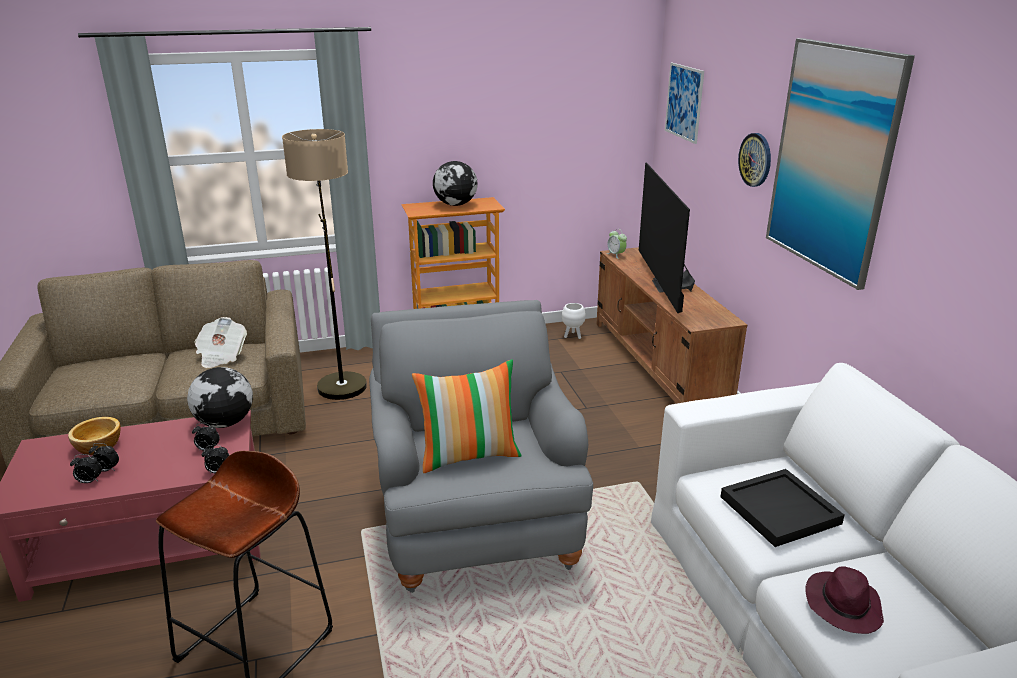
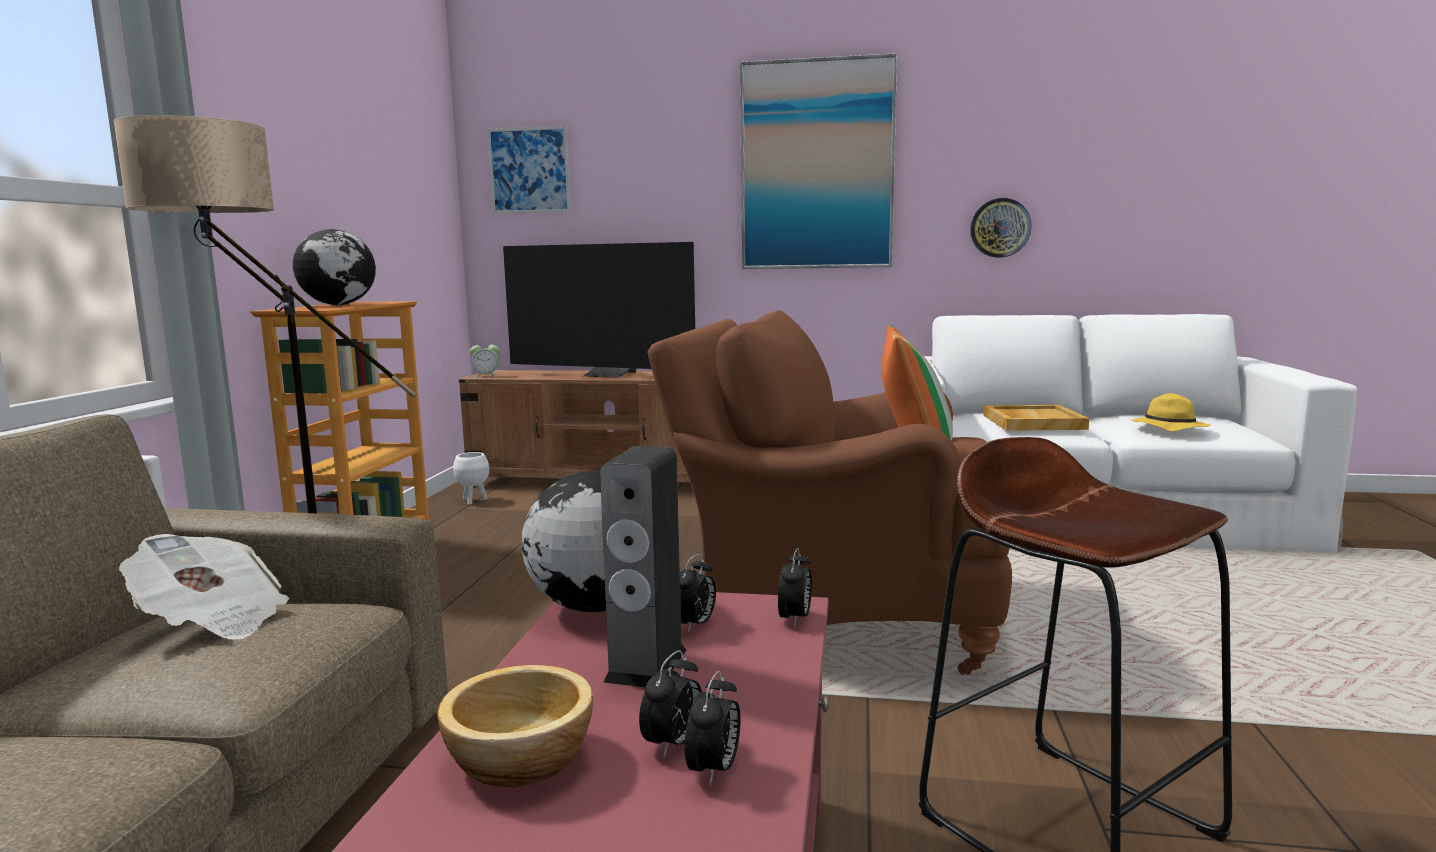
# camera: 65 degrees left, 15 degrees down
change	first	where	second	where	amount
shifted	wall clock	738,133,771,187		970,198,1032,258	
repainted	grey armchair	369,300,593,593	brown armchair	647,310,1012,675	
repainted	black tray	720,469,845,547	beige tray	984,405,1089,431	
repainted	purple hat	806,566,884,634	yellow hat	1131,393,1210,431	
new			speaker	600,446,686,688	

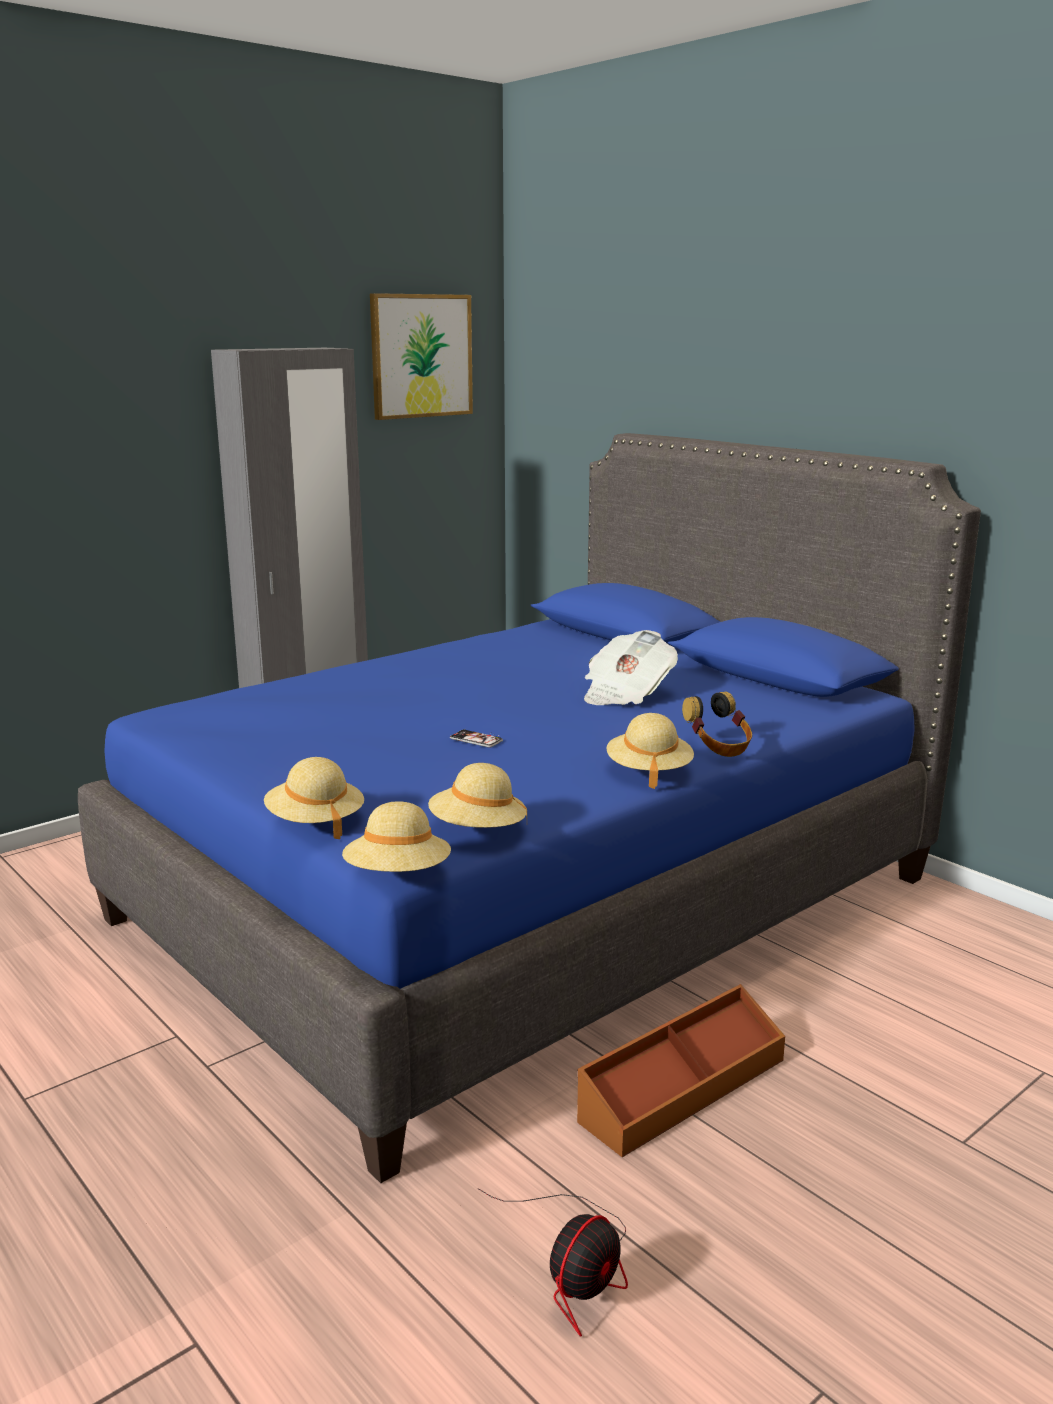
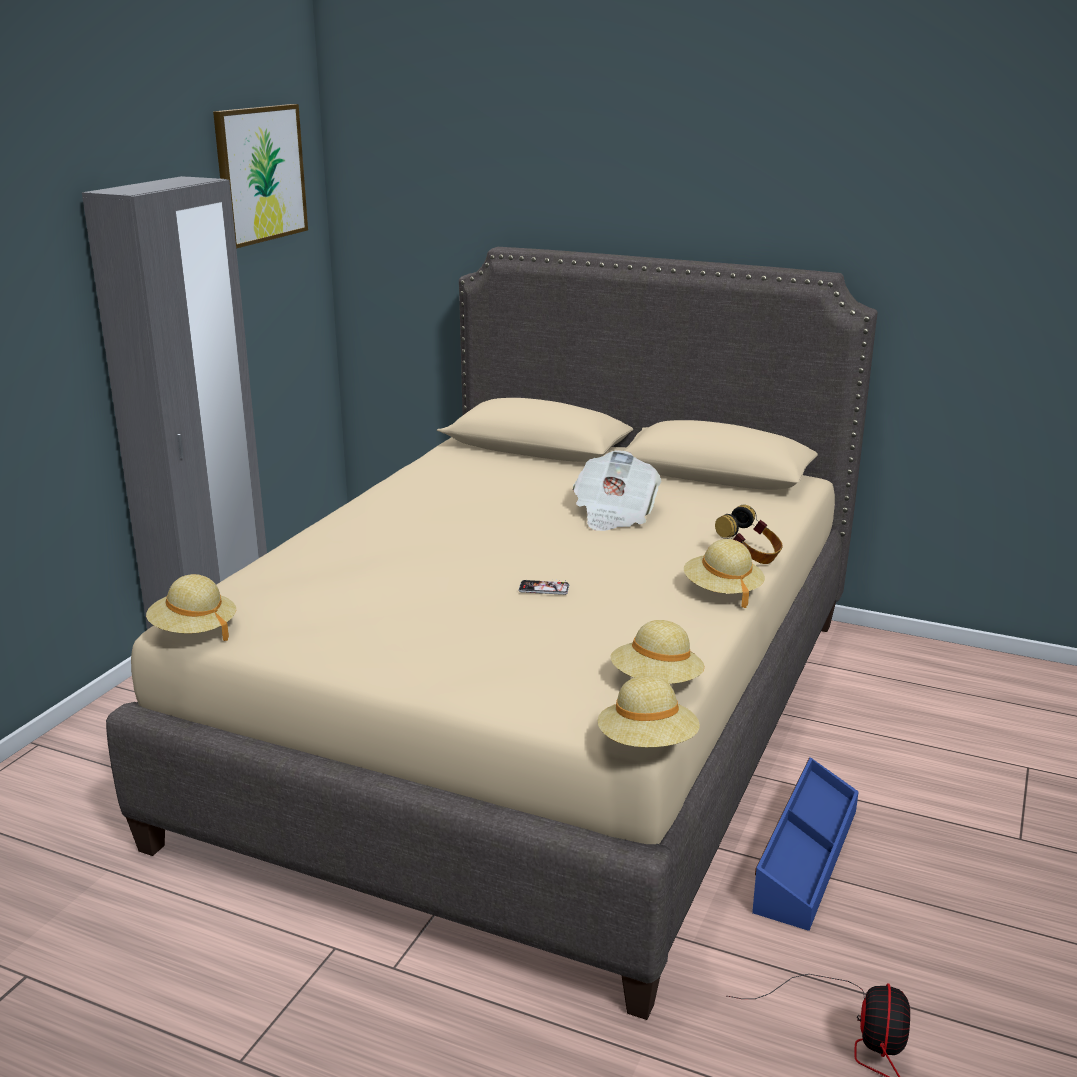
# camera: 25 degrees left, 5 degrees up
change	first	where	second	where	amount
repainted	blue bed	78,433,981,1183	beige bed	106,247,878,1020	
shifted	beige hat	264,757,364,839		146,574,236,641	
repainted	brown storage box	577,984,785,1157	blue storage box	752,757,859,931	

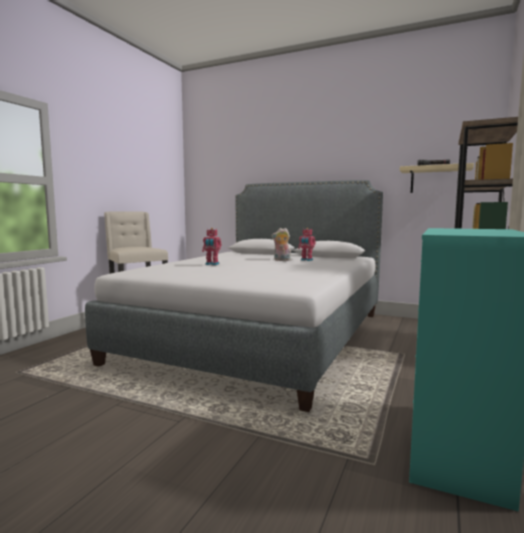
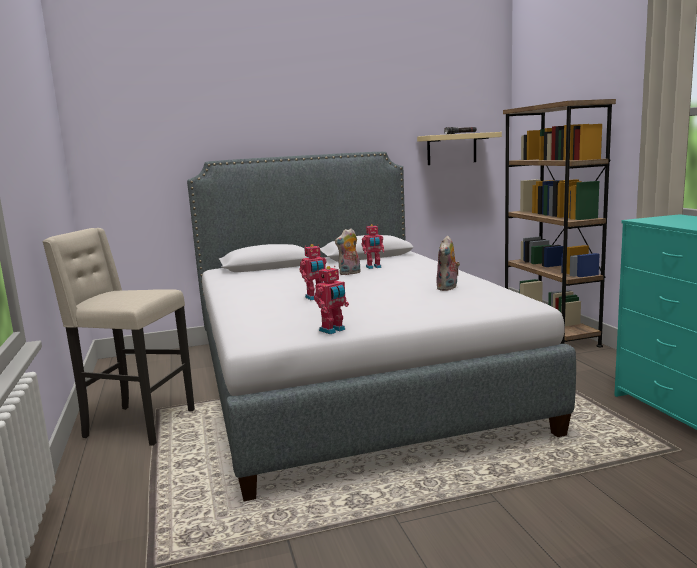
# camera: 40 degrees left, 5 degrees up
change	first	where	second	where	amount
new			plush toy	436,235,460,291	
new			toy robot	314,266,349,334	

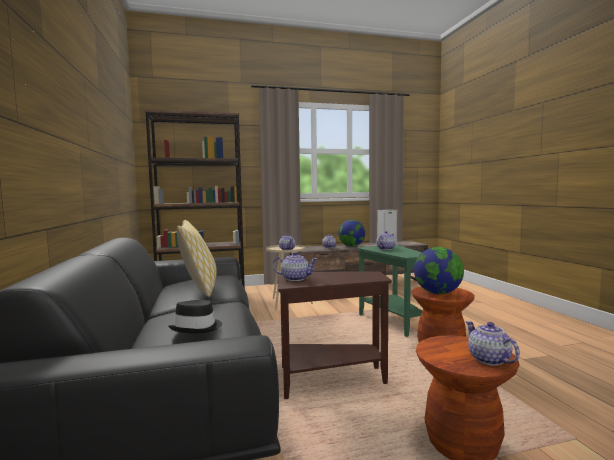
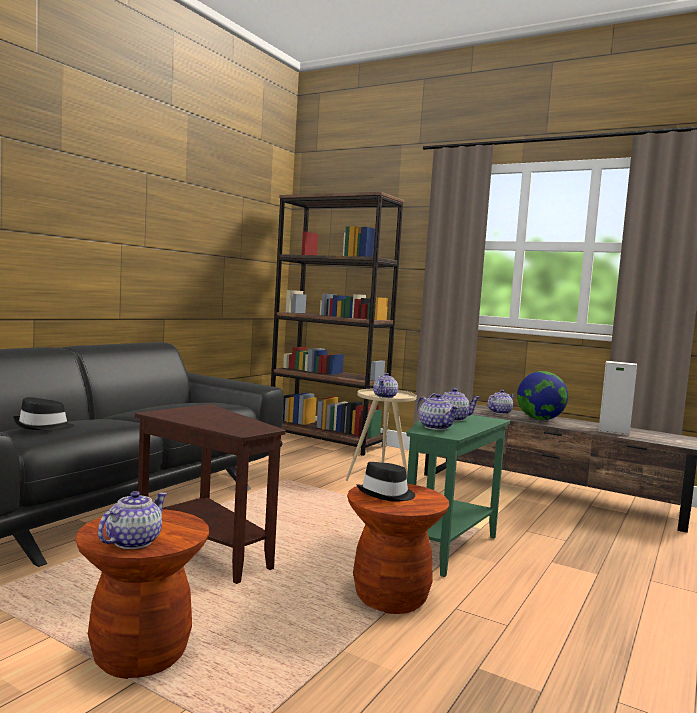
# camera: 45 degrees right, 0 degrees up
change	first	where	second	where	amount
gone	pillow	177,220,217,297			
swapped	globe	414,247,464,294	black hat	356,462,415,502	
shifted	teapot	272,252,318,281		417,394,459,430	

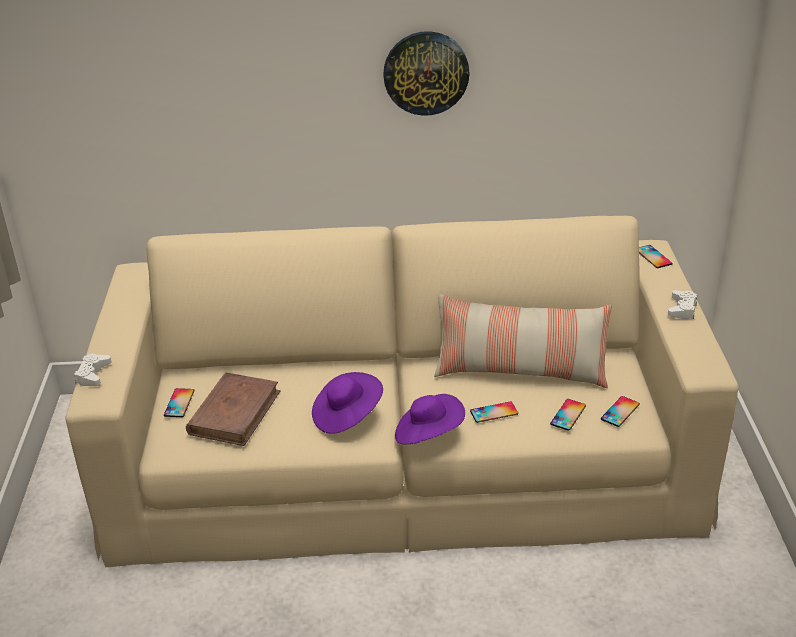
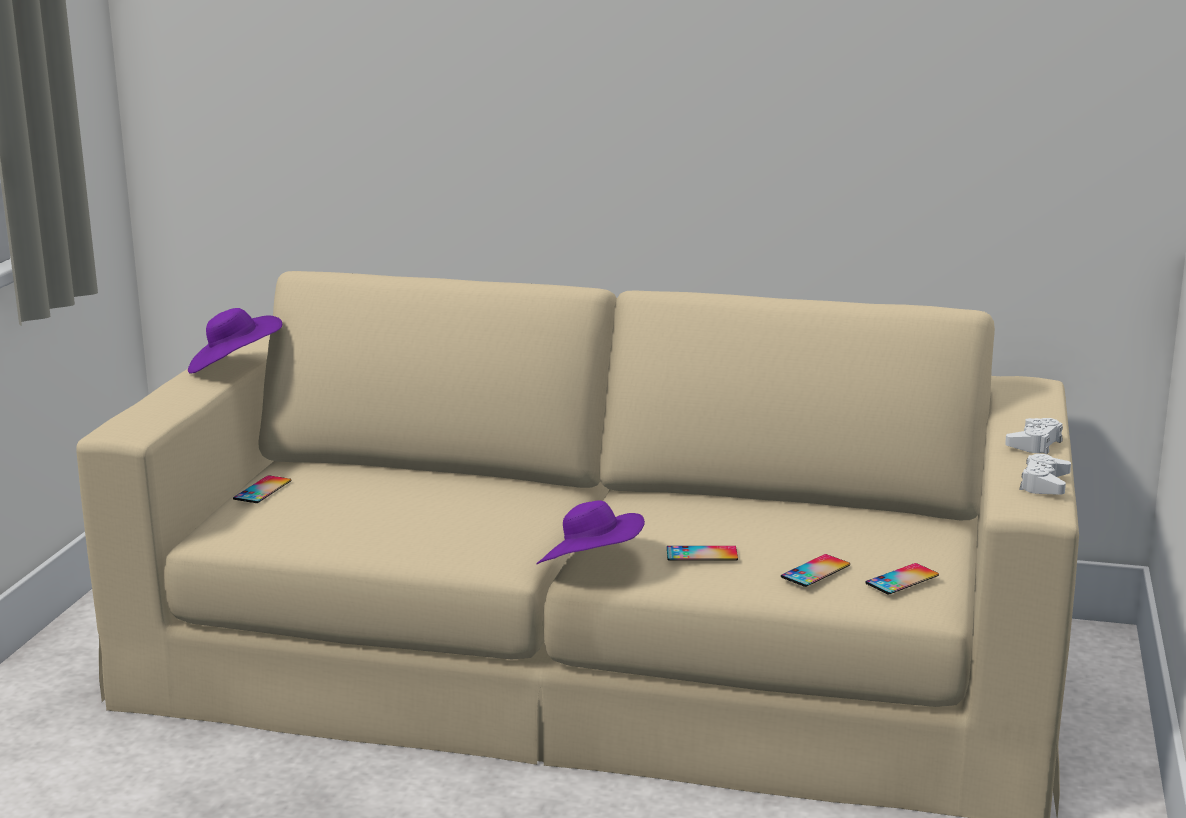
# camera: 15 degrees right, 15 degrees down
change	first	where	second	where	amount
gone	wall clock	383,31,470,116			
gone	phone	639,245,673,268			
gone	pillow	434,294,612,388			
shifted	white game controller	74,354,111,386		1019,454,1071,495	
gone	brown book	186,372,281,446			
shifted	purple hat	312,372,383,434		188,308,283,374	

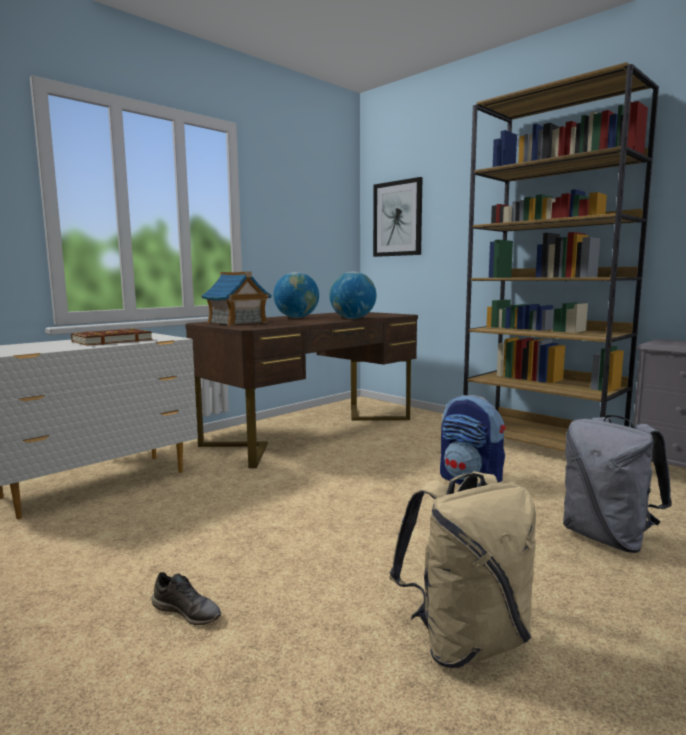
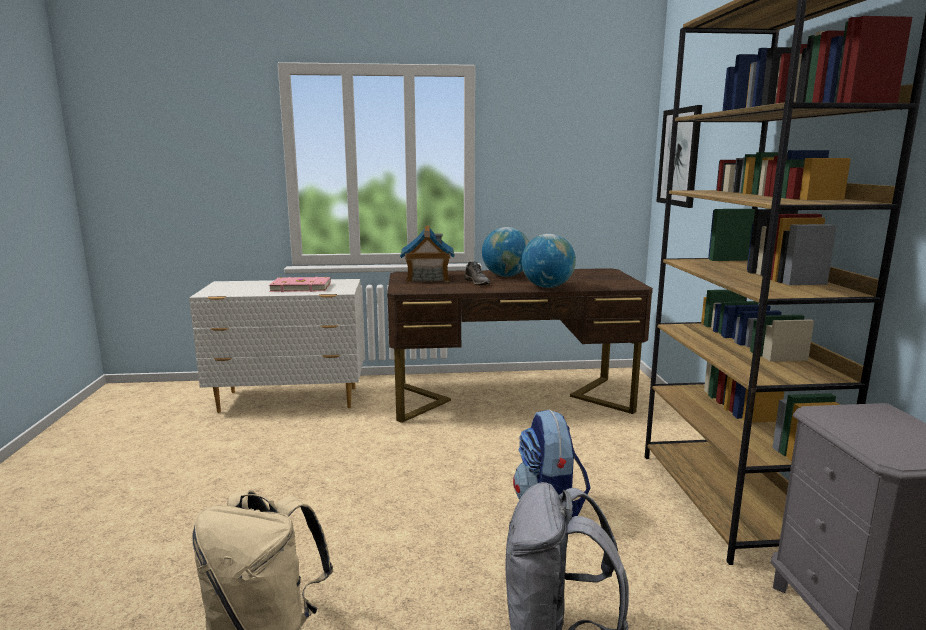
# camera: 40 degrees right, 5 degrees up
change	first	where	second	where	amount
repainted	brown book	71,328,153,346	pink book	269,277,331,292	
shifted	grey shoe	152,572,221,625		464,262,490,285	

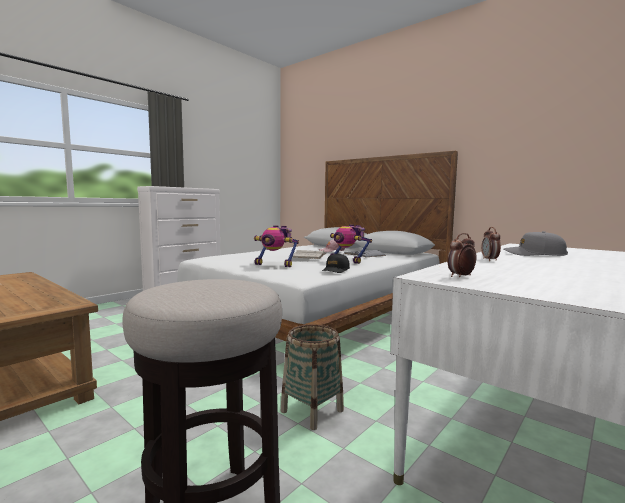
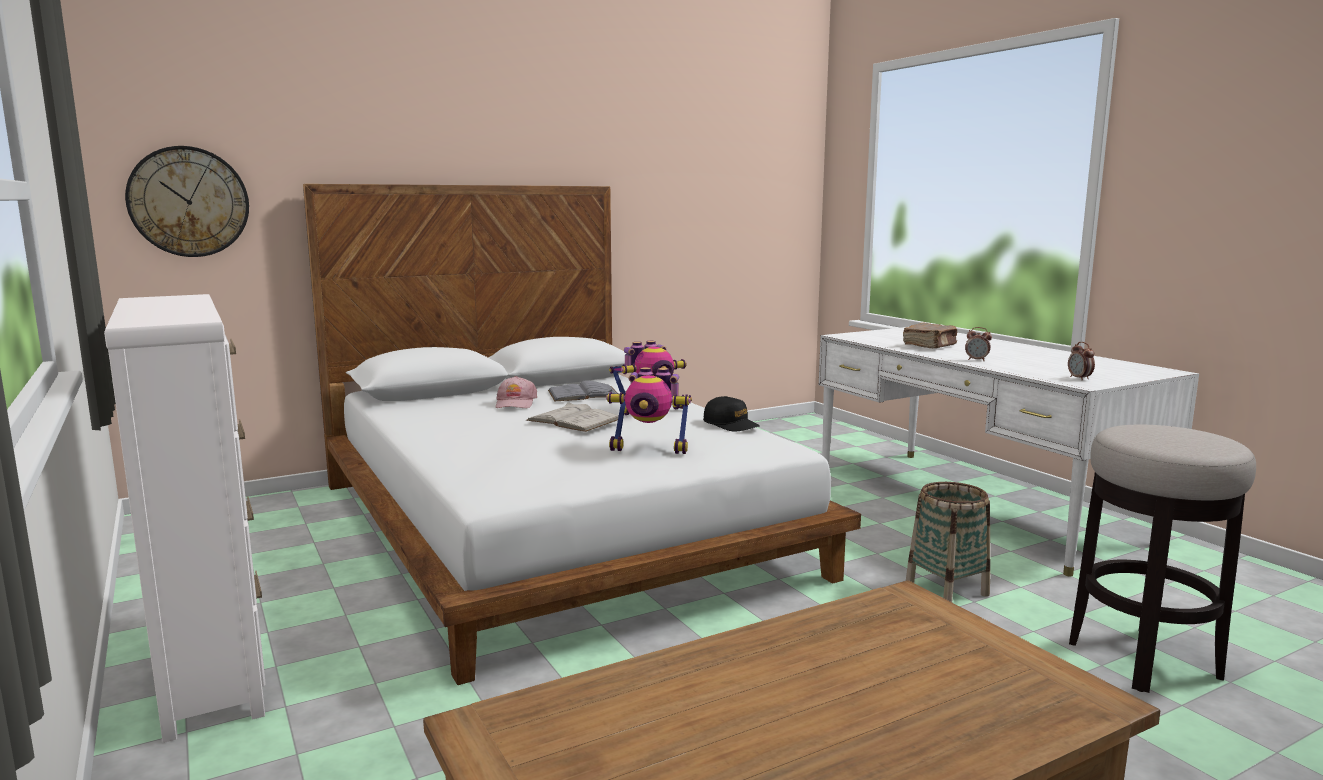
# camera: 70 degrees left, 5 degrees up
change	first	where	second	where	amount
rotated	toy robot	254,225,299,267		606,367,692,454	60 degrees clockwise
swapped	grey cap	503,231,568,256	brown book	903,322,957,348	
new			wall clock	125,146,249,257	

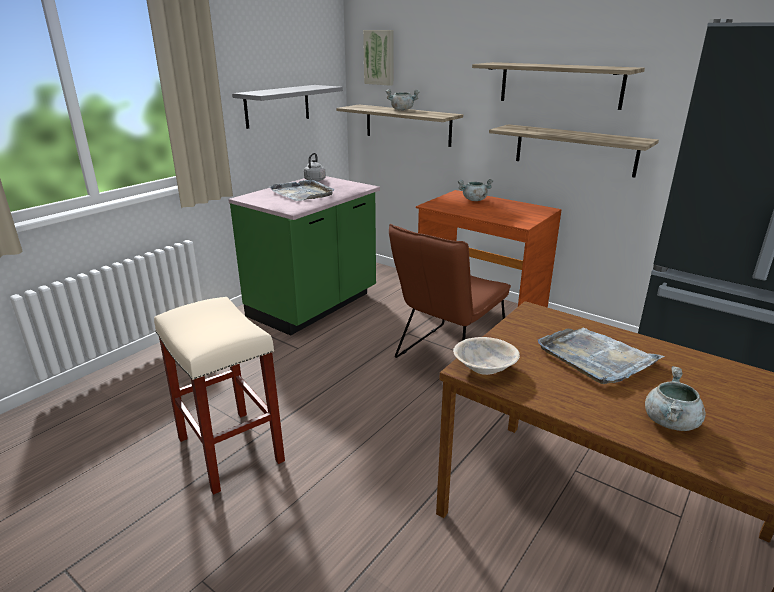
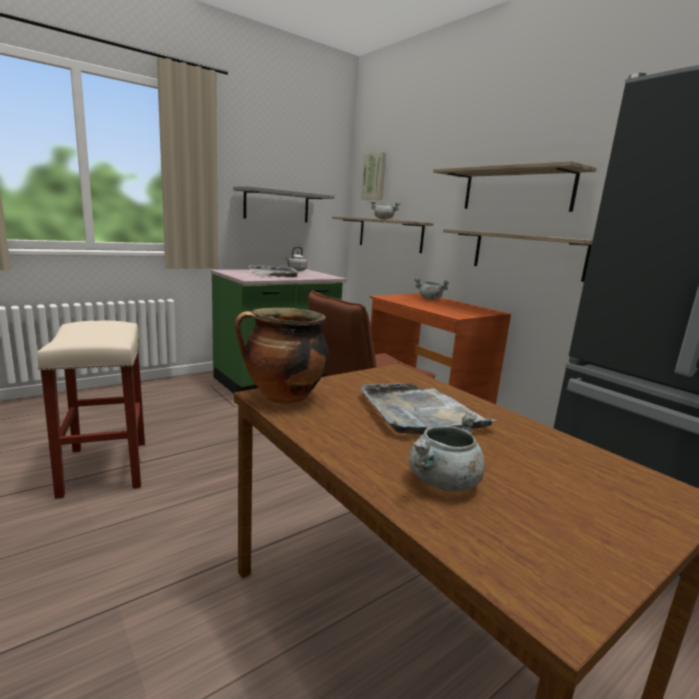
# camera: 15 degrees right, 10 degrees down
change	first	where	second	where	amount
swapped	beige bowl	453,337,520,375	cooking pot	235,308,329,404	

